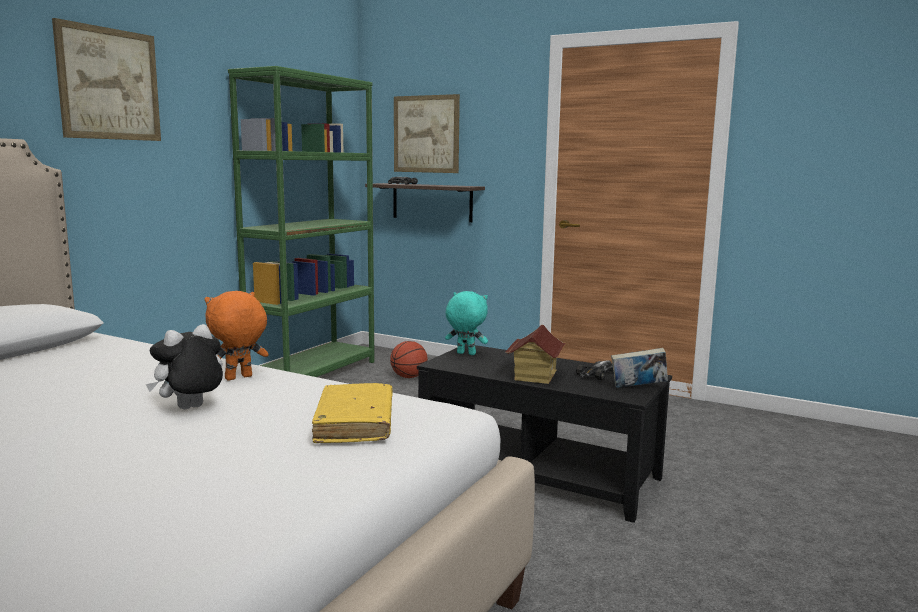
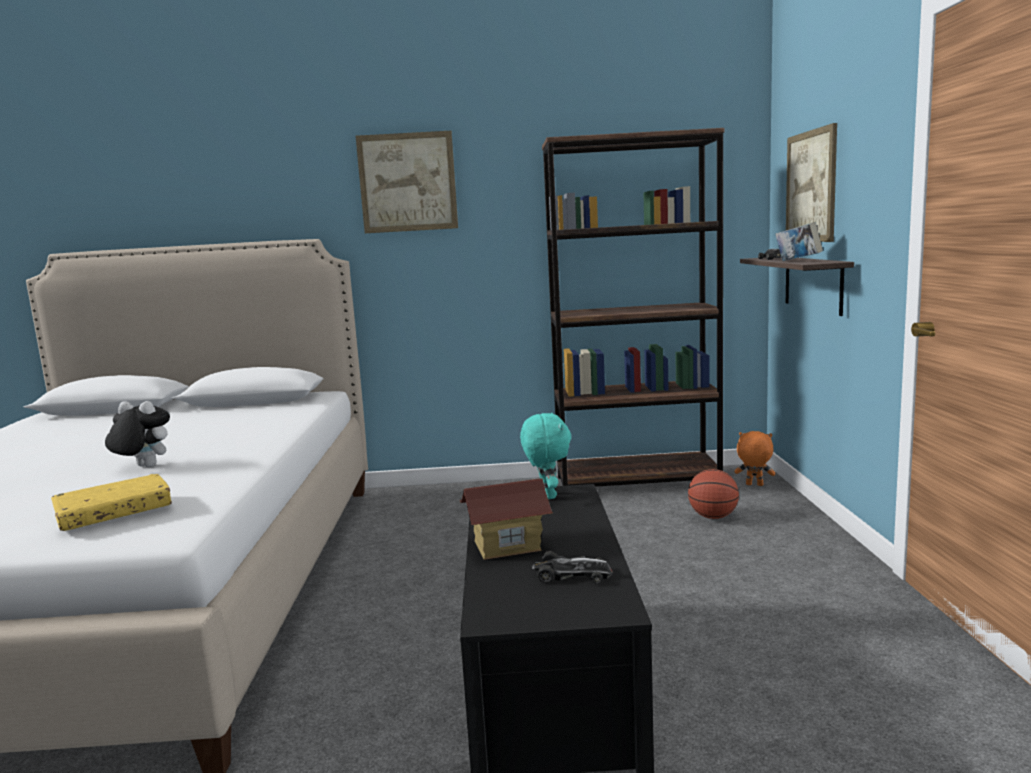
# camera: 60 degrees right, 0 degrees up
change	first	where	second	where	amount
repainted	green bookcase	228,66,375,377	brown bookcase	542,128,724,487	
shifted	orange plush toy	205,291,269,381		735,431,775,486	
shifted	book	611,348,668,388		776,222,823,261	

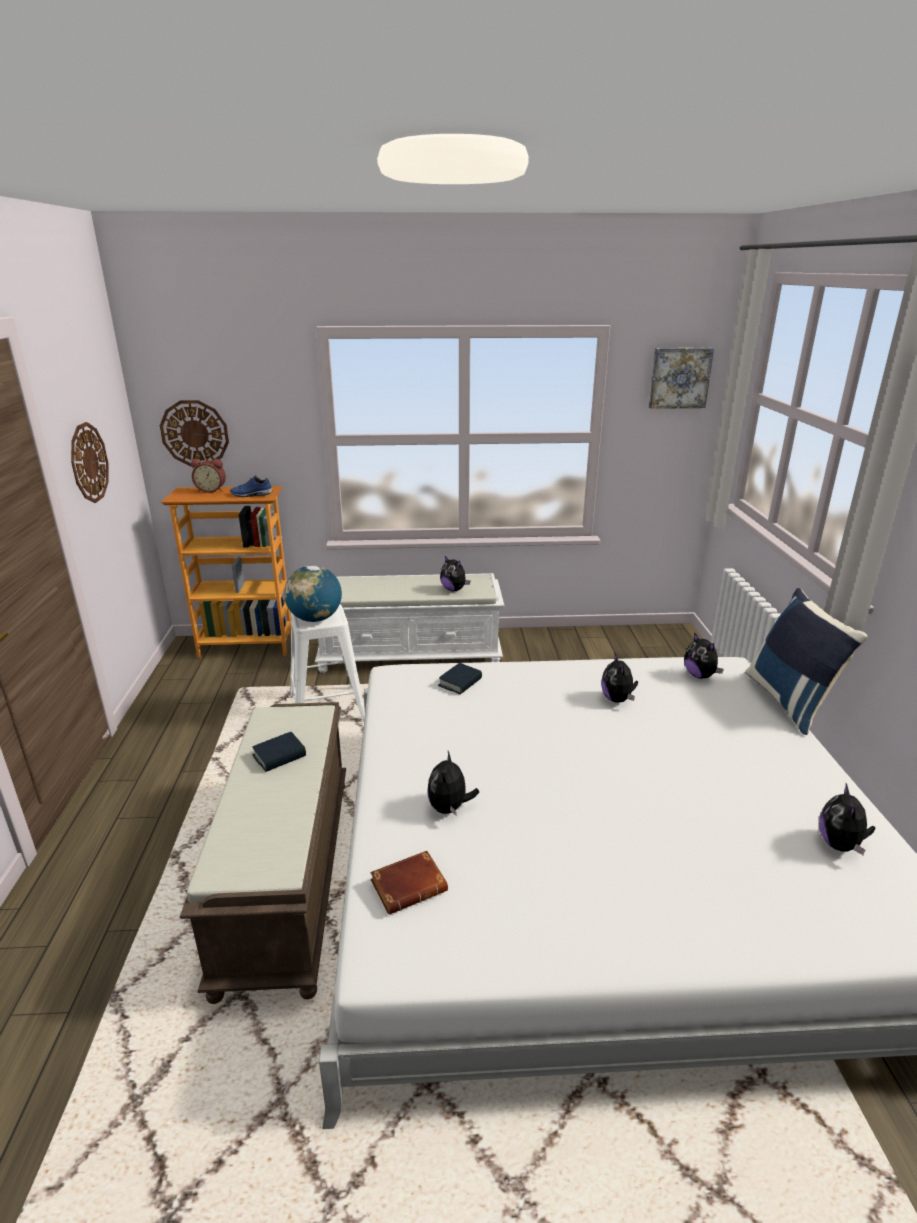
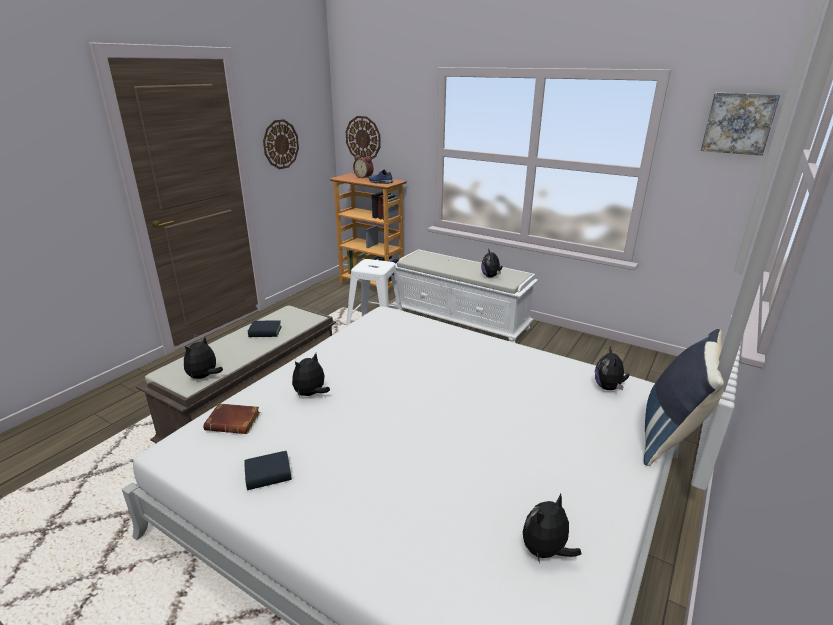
# camera: 35 degrees right, 0 degrees up
change	first	where	second	where	amount
gone	globe	284,565,342,622			
shifted	plush toy	601,654,638,703		184,336,223,379	
shifted	book	438,663,482,694		244,451,292,490	

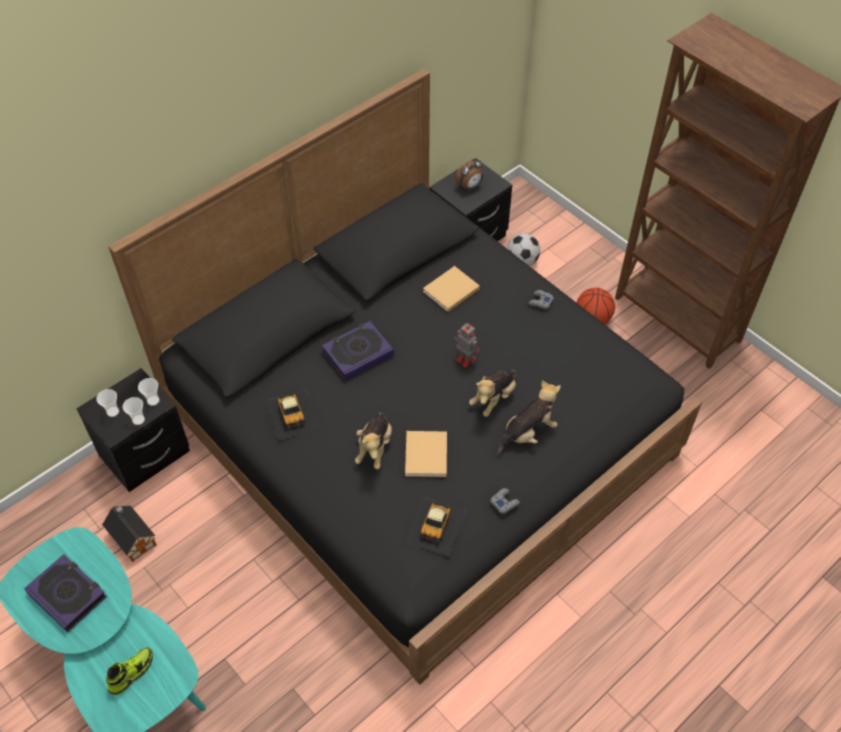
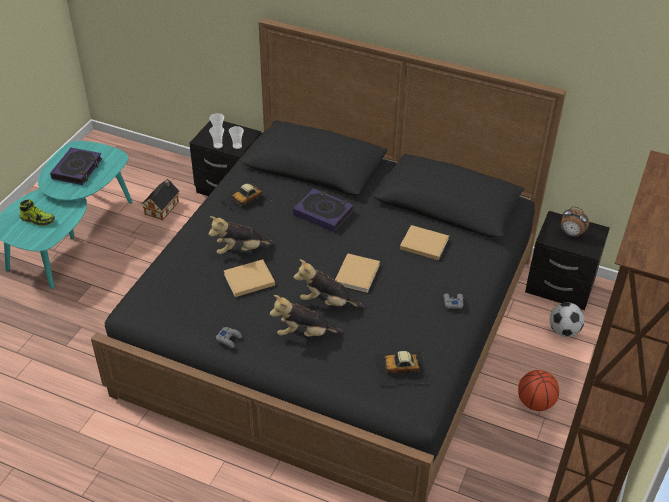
# camera: 65 degrees right, 10 degrees down
change	first	where	second	where	amount
swapped	toy robot	454,323,480,367	beige book	335,253,380,293	
rotated	plush toy	497,380,561,456		270,295,343,337	150 degrees clockwise
shifted	toy car	405,497,466,557		374,351,428,386	

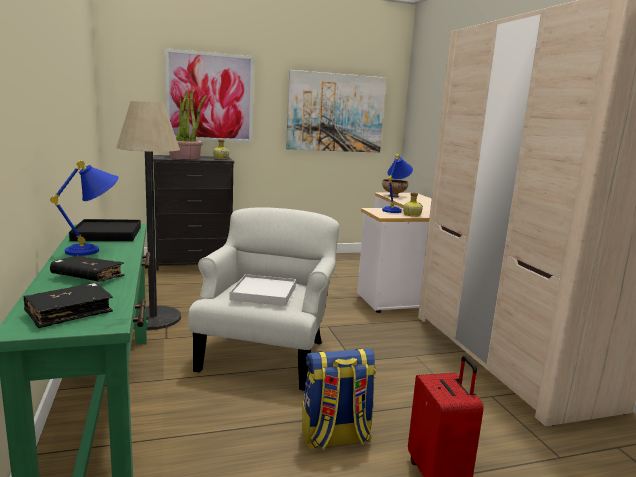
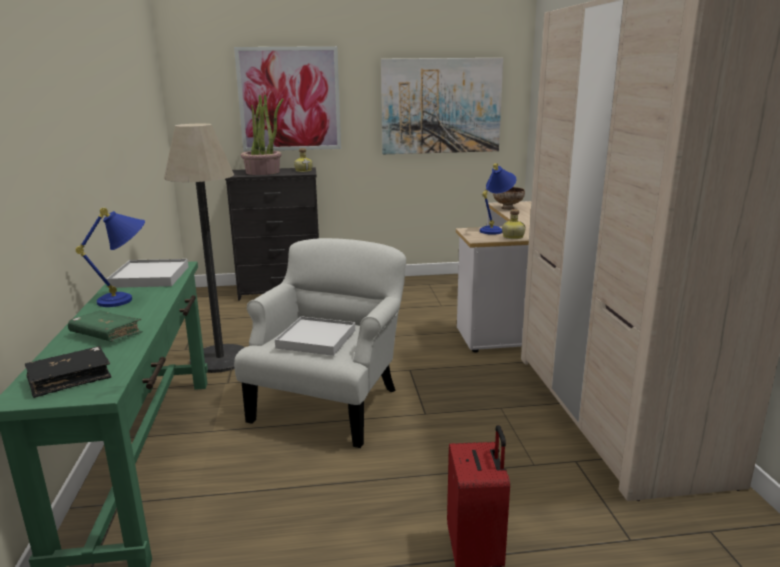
# camera: 10 degrees right, 5 degrees up
change	first	where	second	where	amount
repainted	black tray	69,219,141,241	white tray	107,259,189,288	
repainted	black book	50,255,125,282	green book	68,310,143,342	
gone	backpack	302,349,376,450			

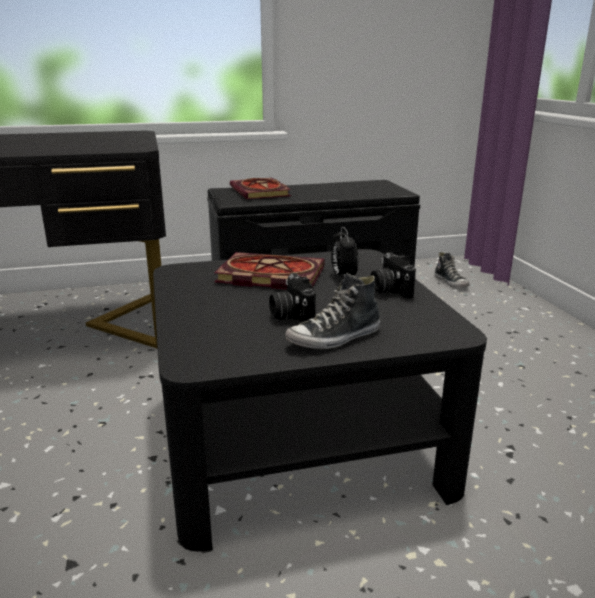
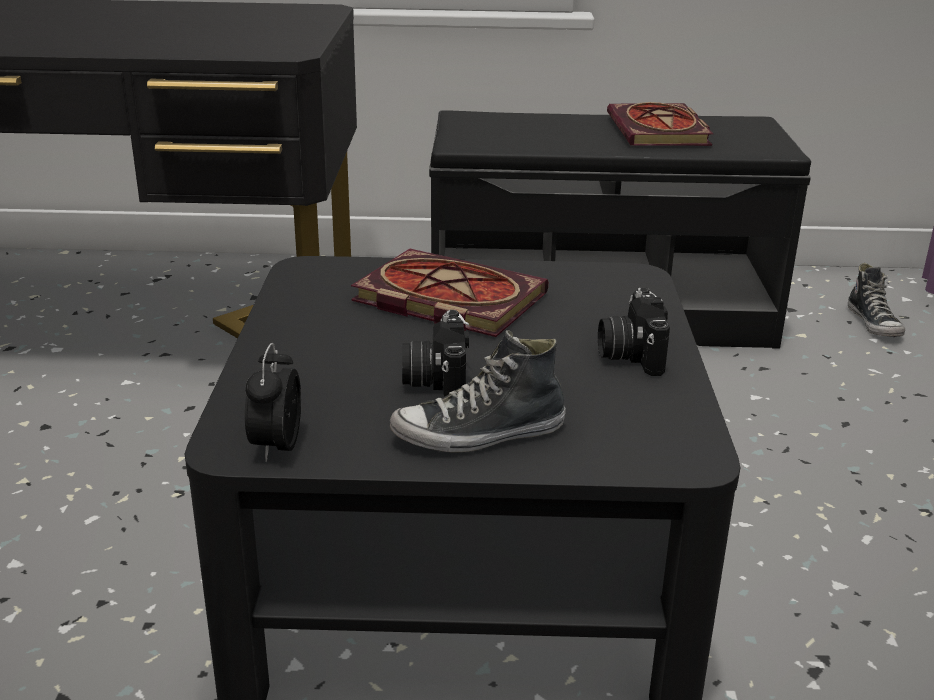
# camera: 15 degrees right, 5 degrees up
change	first	where	second	where	amount
shifted	book	230,178,291,199		607,102,714,146	
shifted	alarm clock	331,227,358,278		245,343,301,462	

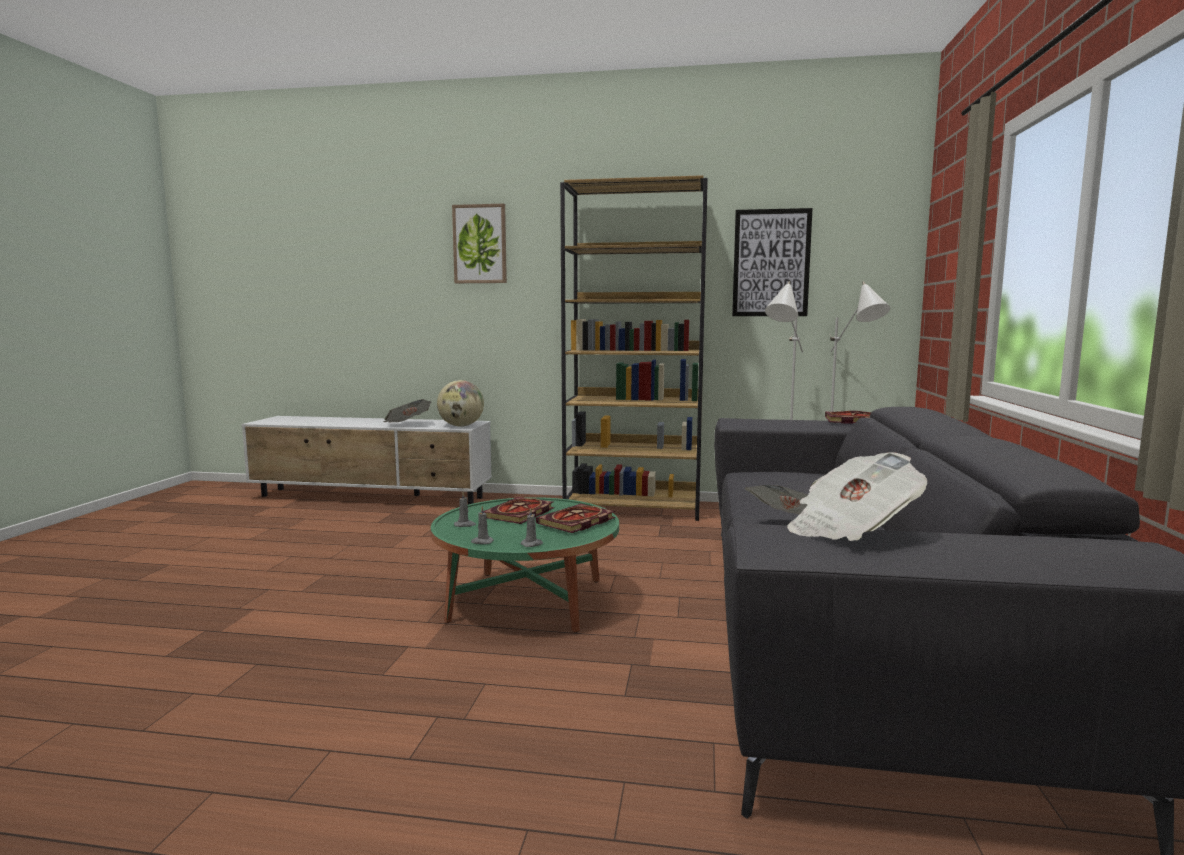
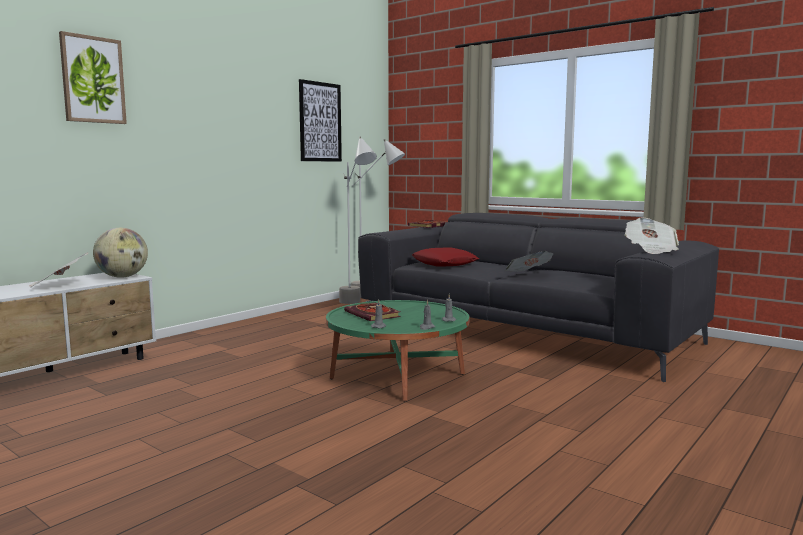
# camera: 60 degrees left, 0 degrees up
change	first	where	second	where	amount
gone	brown bookcase	560,175,708,521			
gone	book	536,504,615,533			
new			red pillow	412,247,479,266	

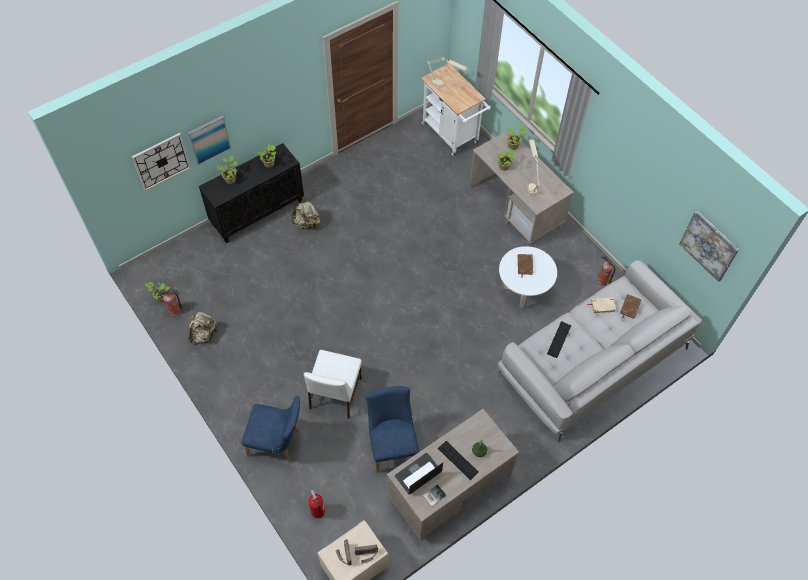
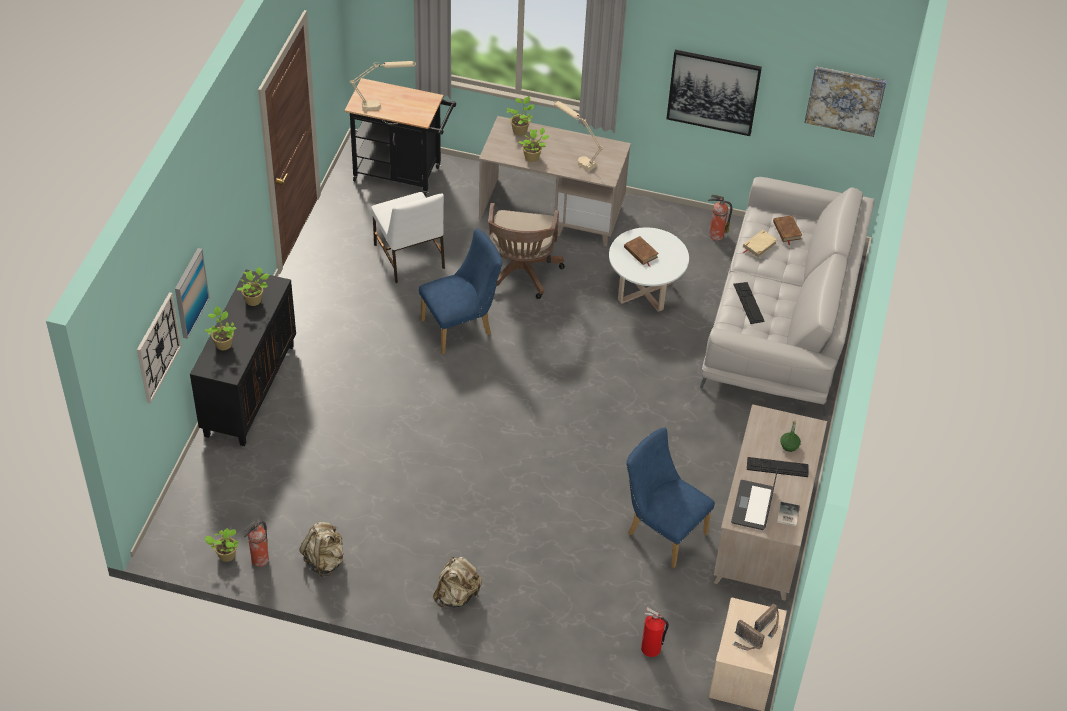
# camera: 40 degrees left, 10 degrees down
change	first	where	second	where	amount
repainted	white cart	421,64,491,156	black cart	344,78,456,197	
shifted	beige backpack	291,199,320,230		433,557,482,607	
shifted	white chair	304,350,362,419		371,192,445,283	
shifted	blue chair	241,395,300,462		419,229,502,354	
new			picture	667,50,762,136	
new			brown office chair	488,203,565,299	

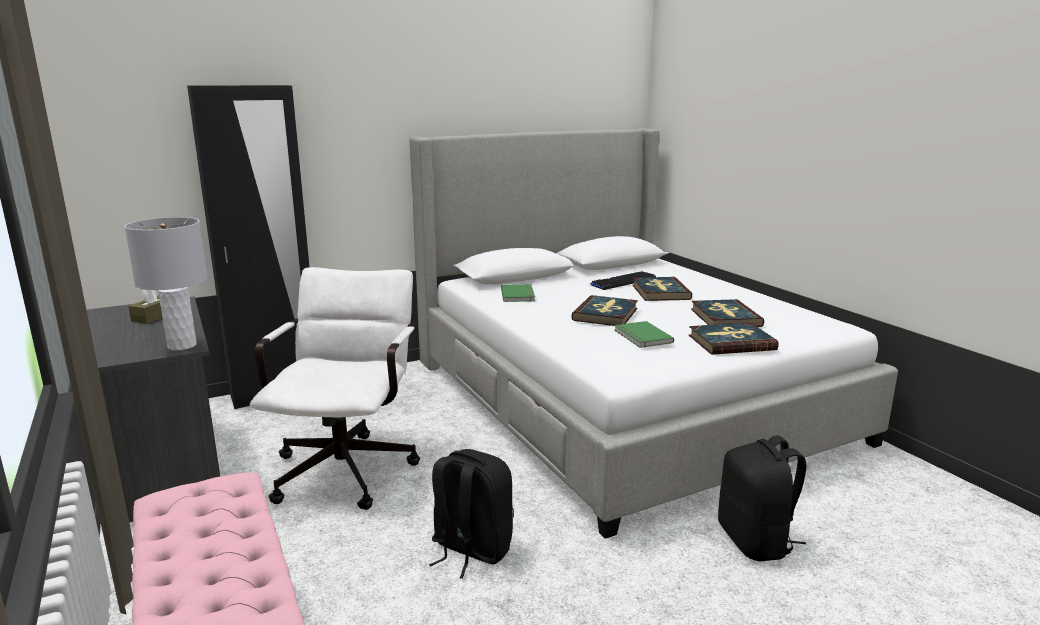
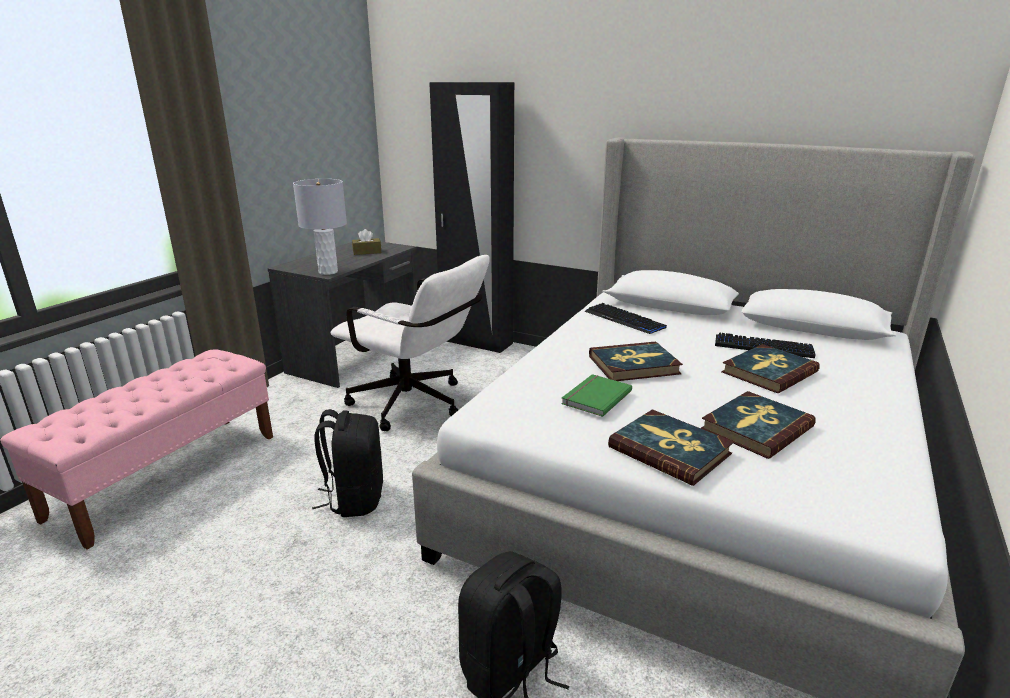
# camera: 55 degrees right, 5 degrees up
change	first	where	second	where	amount
rotated	white office chair	250,267,420,510		330,255,490,431	60 degrees clockwise
swapped	green book	501,284,535,302	keyboard	584,303,667,334	

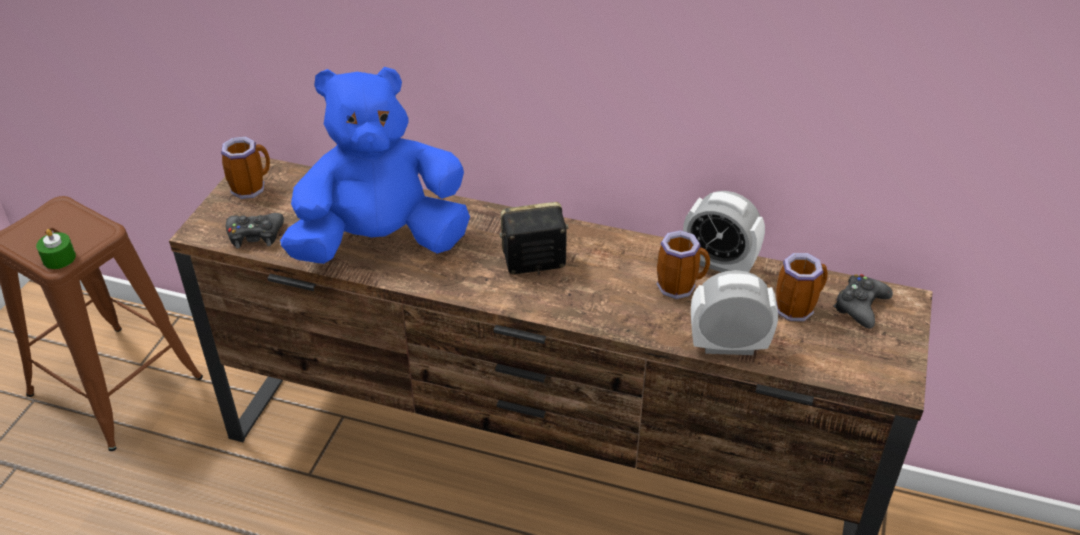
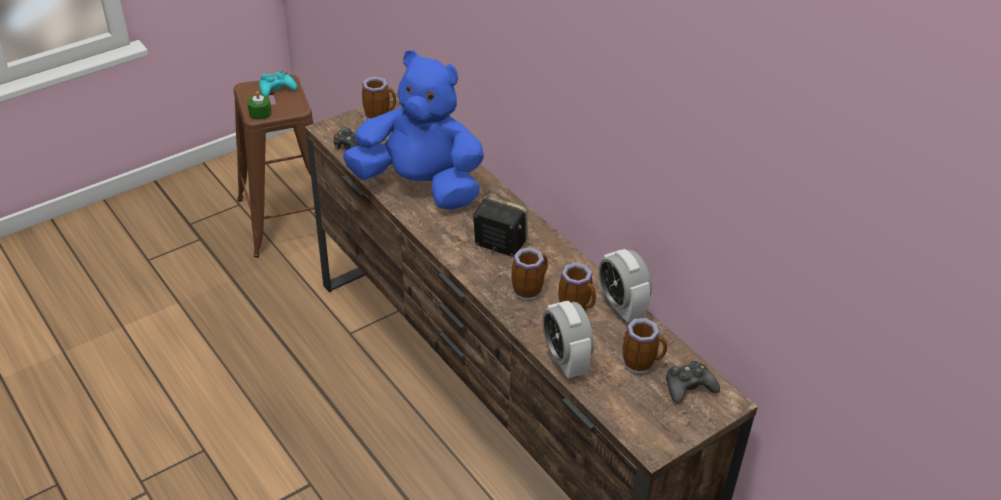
# camera: 35 degrees right, 0 degrees up
change	first	where	second	where	amount
rotated	alarm clock	691,270,778,355		543,301,594,379	150 degrees counterclockwise
new			turquoise game controller	259,71,297,97	
new			mug	511,247,548,301	

